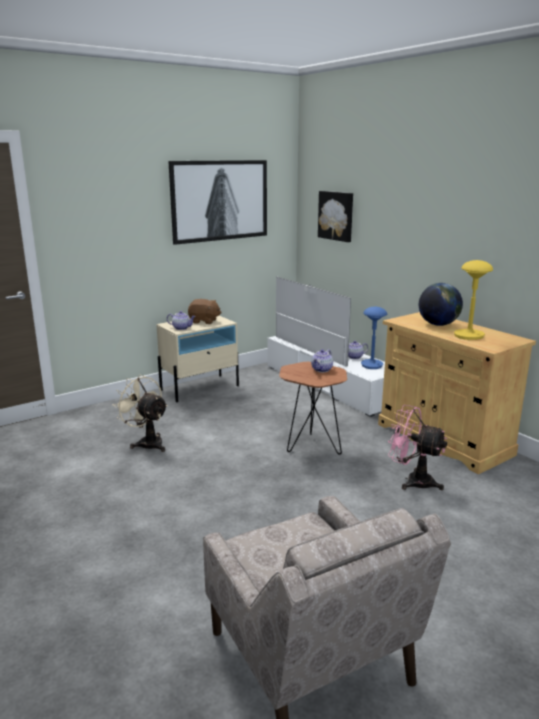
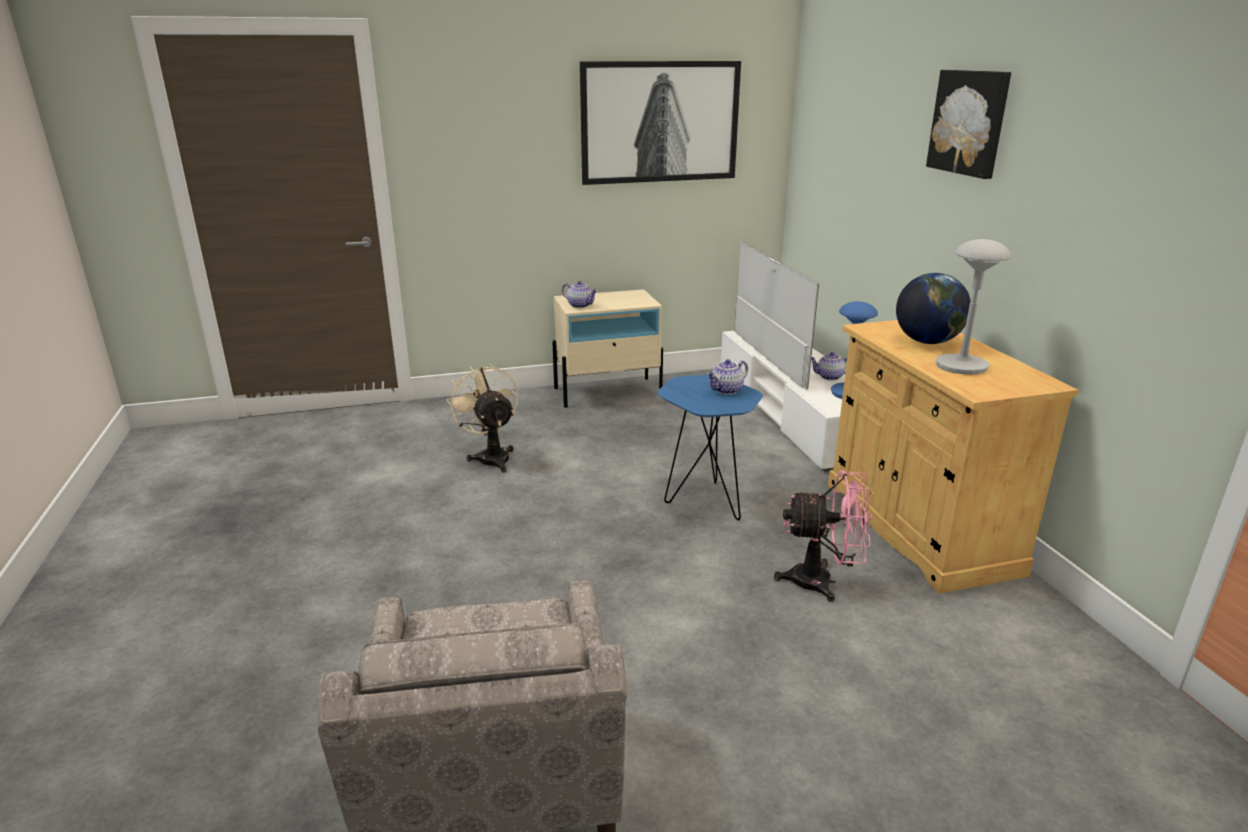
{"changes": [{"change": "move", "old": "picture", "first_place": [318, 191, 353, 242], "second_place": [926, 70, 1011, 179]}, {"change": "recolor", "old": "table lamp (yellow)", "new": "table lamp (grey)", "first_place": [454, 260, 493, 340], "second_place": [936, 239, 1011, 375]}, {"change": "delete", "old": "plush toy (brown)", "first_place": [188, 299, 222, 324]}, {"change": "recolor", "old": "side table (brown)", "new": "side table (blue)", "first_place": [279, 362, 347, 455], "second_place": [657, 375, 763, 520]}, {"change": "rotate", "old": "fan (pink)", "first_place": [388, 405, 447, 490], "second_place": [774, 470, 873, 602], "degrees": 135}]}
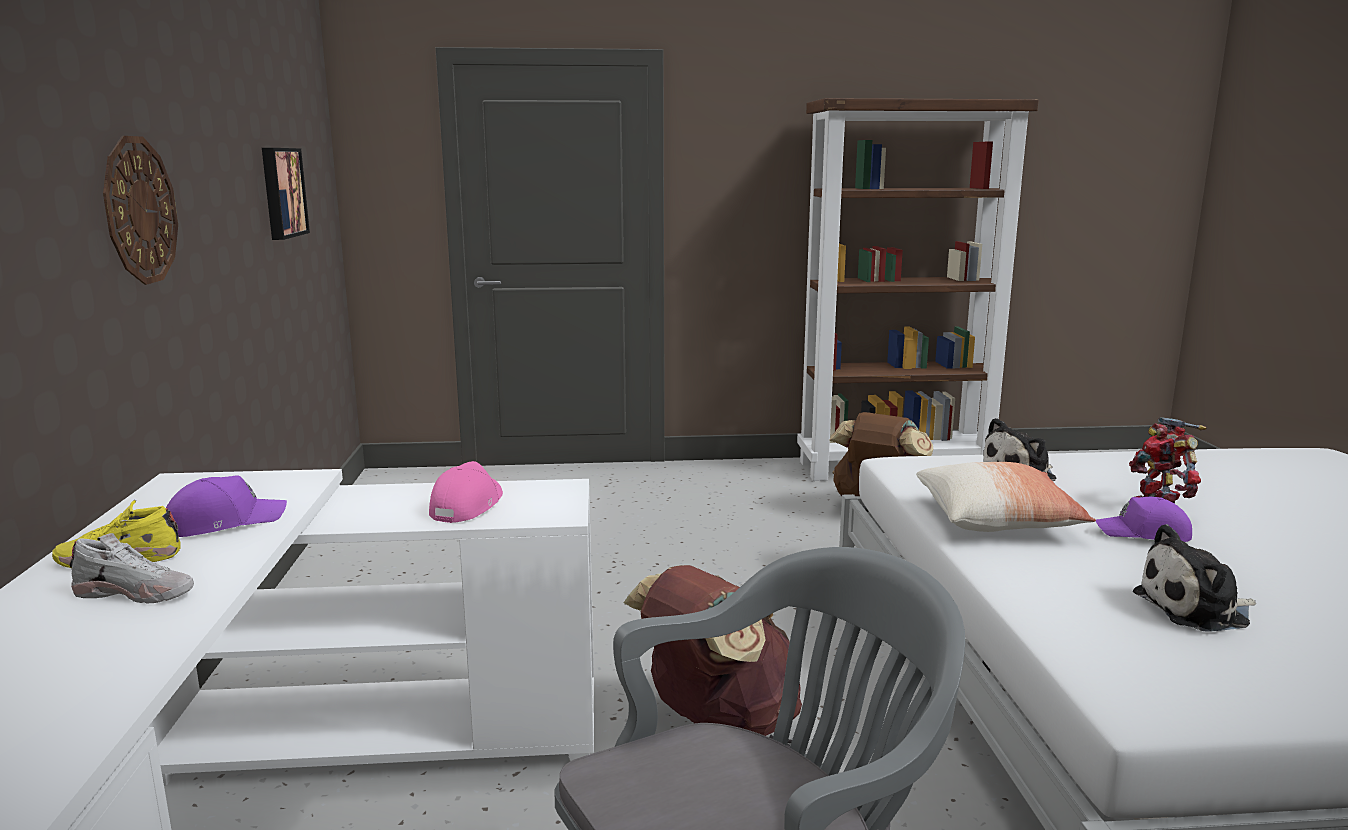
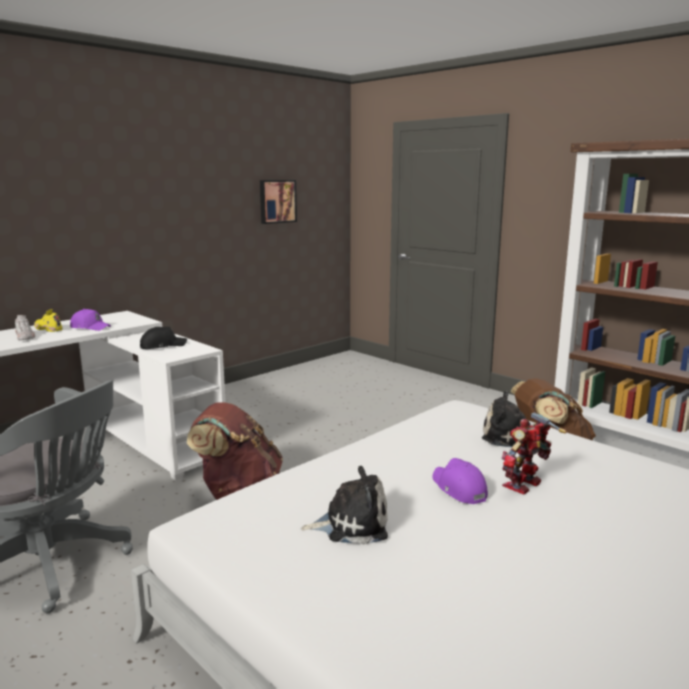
{"changes": [{"change": "delete", "old": "wall clock", "first_place": [103, 136, 178, 285]}, {"change": "recolor", "old": "cap (pink)", "new": "cap (black)", "first_place": [429, 461, 503, 523], "second_place": [140, 327, 187, 349]}, {"change": "delete", "old": "pillow", "first_place": [916, 462, 1096, 532]}, {"change": "rotate", "old": "plush toy", "first_place": [1133, 524, 1256, 632], "second_place": [301, 466, 388, 545], "degrees": 135}]}
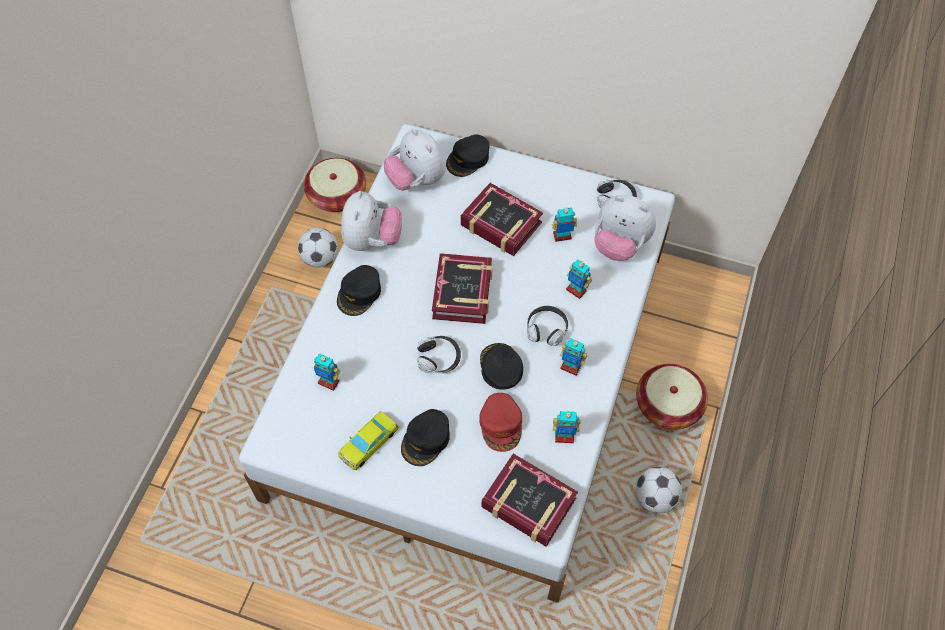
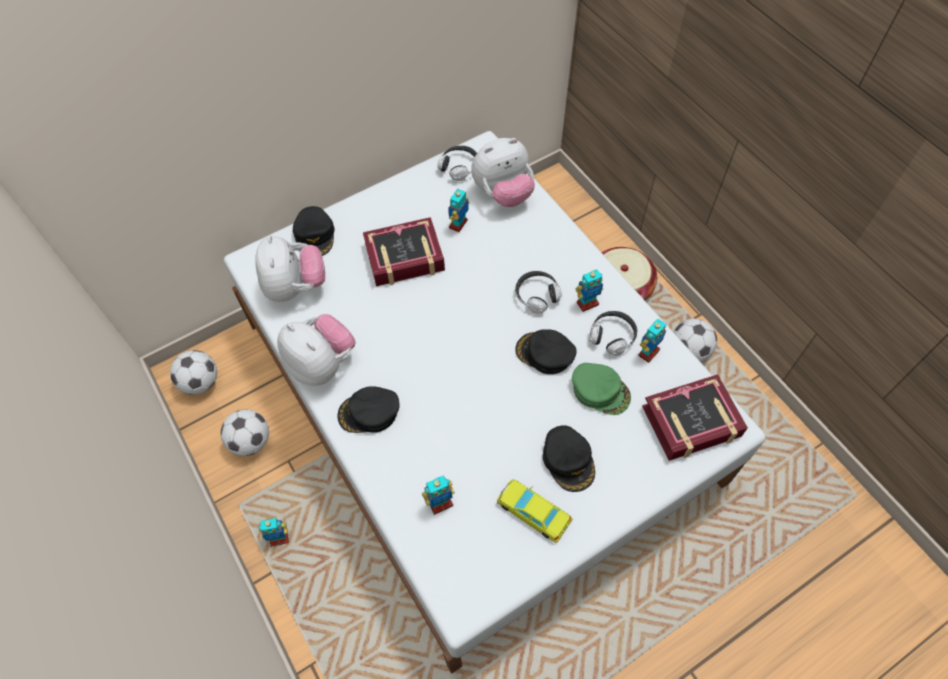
{"changes": [{"change": "rotate", "old": "plush toy", "first_place": [384, 129, 446, 190], "second_place": [255, 235, 325, 302], "degrees": -105}, {"change": "replace", "old": "basket", "new": "football", "first_place": [304, 158, 366, 212], "second_place": [170, 350, 217, 395]}, {"change": "delete", "old": "book", "first_place": [432, 253, 493, 324]}, {"change": "move", "old": "toy robot", "first_place": [566, 260, 592, 299], "second_place": [258, 518, 289, 546]}, {"change": "rotate", "old": "cap (black)", "first_place": [337, 265, 381, 316], "second_place": [338, 386, 400, 433], "degrees": 105}, {"change": "move", "old": "headphones", "first_place": [417, 336, 461, 373], "second_place": [589, 311, 637, 356]}, {"change": "recolor", "old": "cap (red)", "new": "cap (green)", "first_place": [479, 393, 522, 452], "second_place": [572, 363, 631, 415]}, {"change": "rotate", "old": "toy car (yellow)", "first_place": [338, 411, 399, 470], "second_place": [497, 479, 572, 543], "degrees": 135}]}
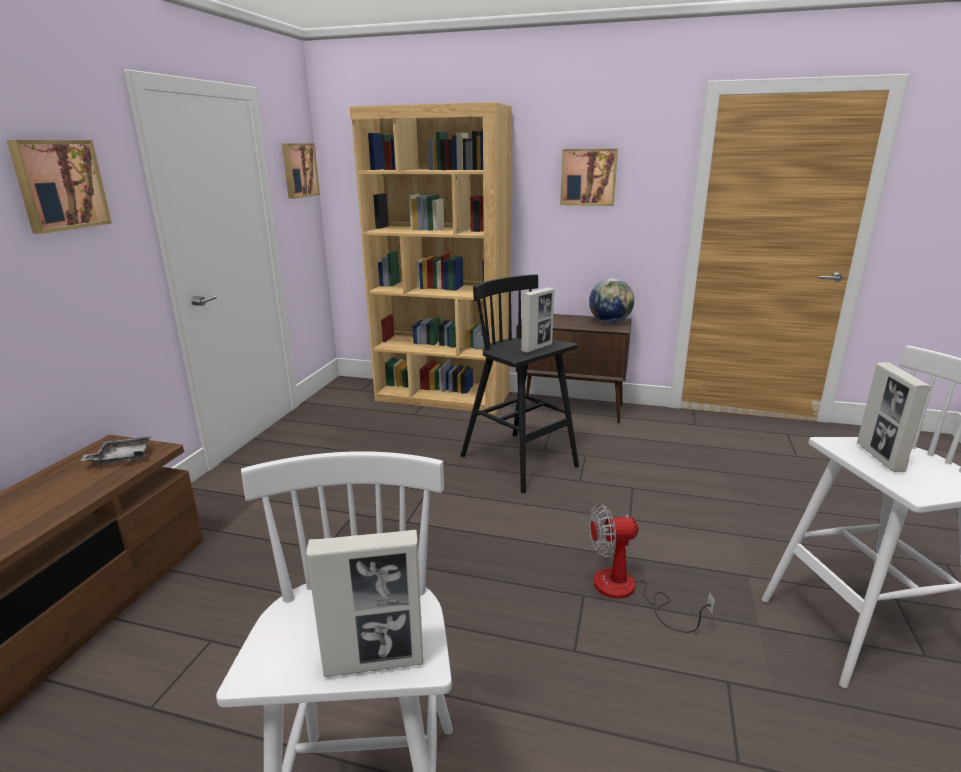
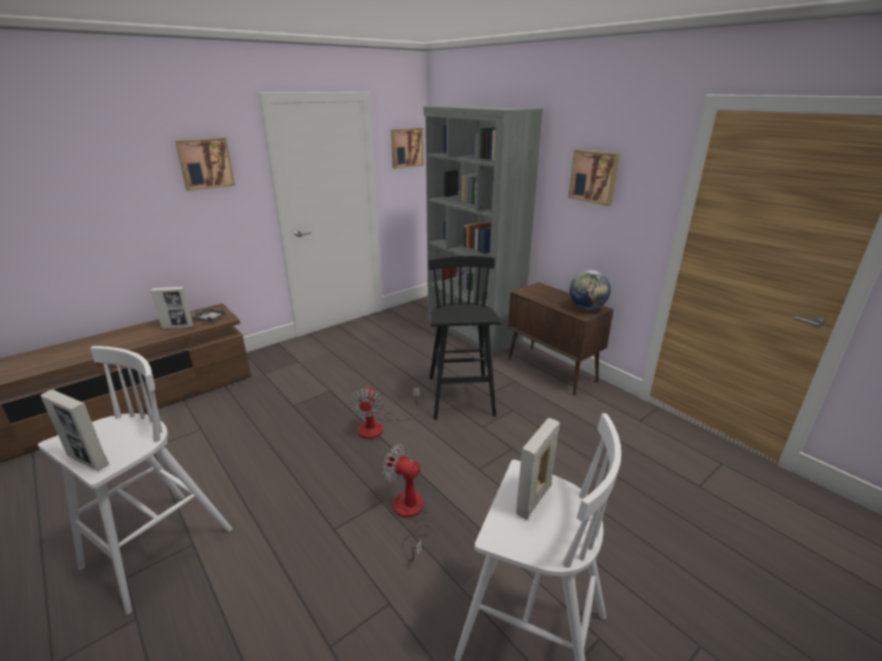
{"changes": [{"change": "recolor", "old": "bookcase (brown)", "new": "bookcase (grey)", "first_place": [349, 102, 512, 415], "second_place": [424, 105, 543, 356]}, {"change": "move", "old": "picture frame", "first_place": [521, 287, 554, 353], "second_place": [151, 287, 193, 329]}, {"change": "insert", "new": "fan", "second_place": [349, 386, 420, 439]}]}
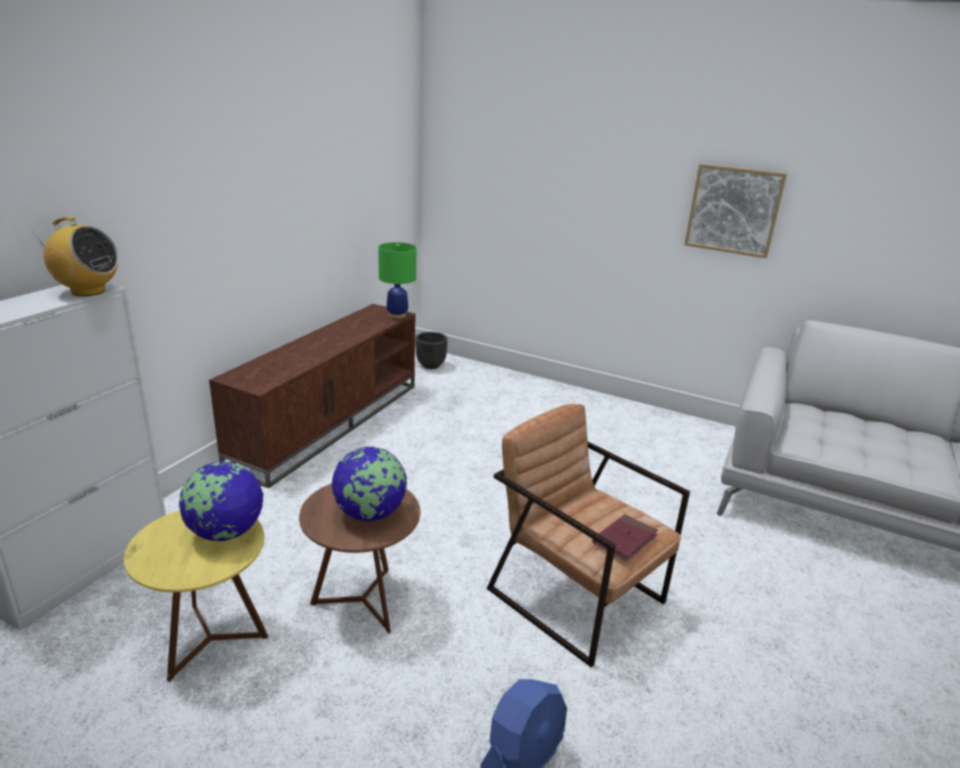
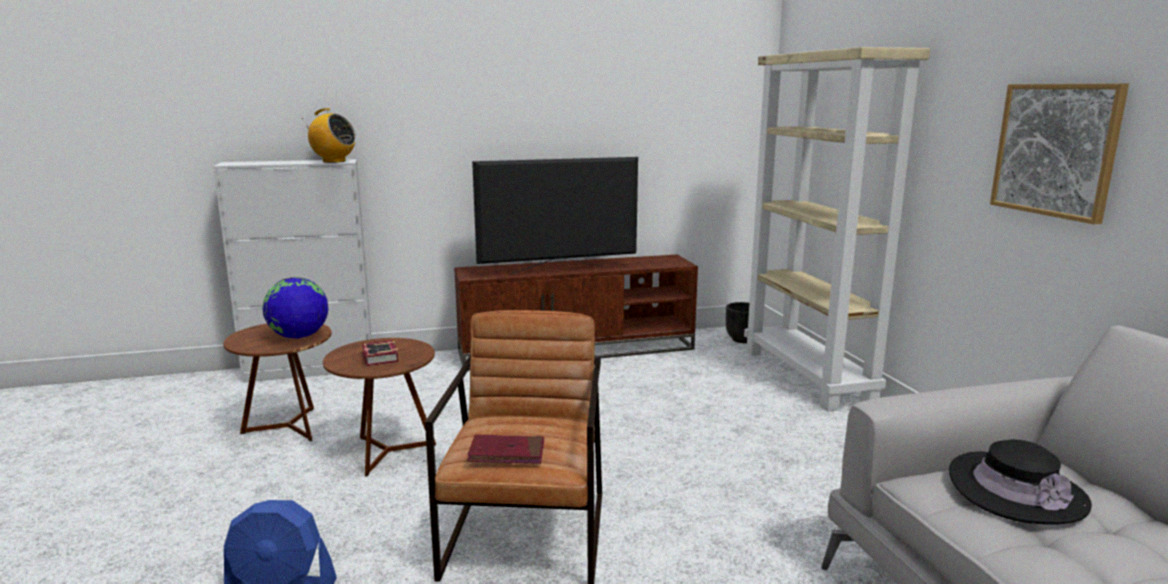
{"changes": [{"change": "rotate", "old": "radio", "first_place": [34, 217, 119, 296], "second_place": [302, 108, 356, 163], "degrees": -45}, {"change": "delete", "old": "table lamp (green)", "first_place": [378, 242, 417, 318]}, {"change": "replace", "old": "globe", "new": "book", "first_place": [332, 447, 407, 521], "second_place": [362, 340, 399, 366]}, {"change": "recolor", "old": "side table (yellow)", "new": "side table (brown)", "first_place": [124, 510, 268, 682], "second_place": [223, 324, 332, 441]}, {"change": "insert", "new": "bookcase (beige)", "second_place": [744, 47, 930, 411]}, {"change": "insert", "new": "television", "second_place": [472, 157, 638, 274]}, {"change": "insert", "new": "hat (black)", "second_place": [949, 439, 1092, 525]}]}
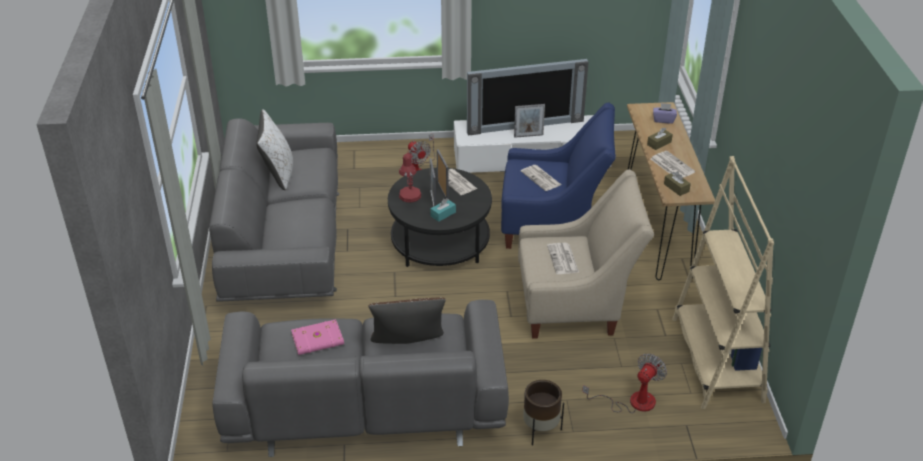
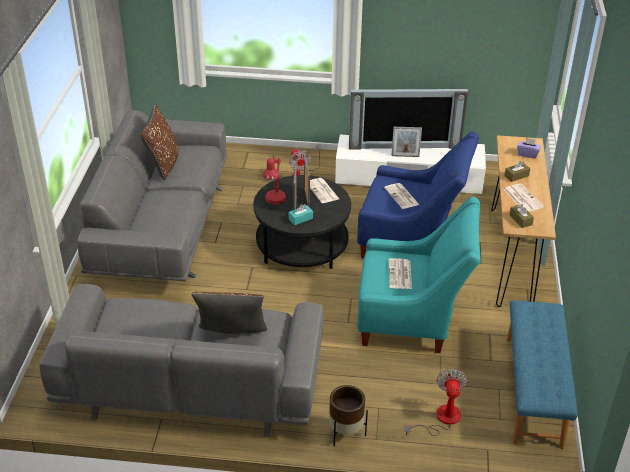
{"changes": [{"change": "recolor", "old": "pillow (white)", "new": "pillow (brown)", "first_place": [256, 109, 293, 190], "second_place": [140, 104, 179, 180]}, {"change": "replace", "old": "bookcase (beige)", "new": "bench (blue)", "first_place": [672, 156, 774, 409], "second_place": [507, 300, 578, 449]}, {"change": "recolor", "old": "armchair (beige)", "new": "armchair (turquoise)", "first_place": [518, 169, 654, 339], "second_place": [357, 197, 481, 353]}, {"change": "delete", "old": "book (pink)", "first_place": [291, 319, 344, 355]}, {"change": "rotate", "old": "fan", "first_place": [582, 353, 667, 413], "second_place": [404, 369, 468, 436], "degrees": -45}]}
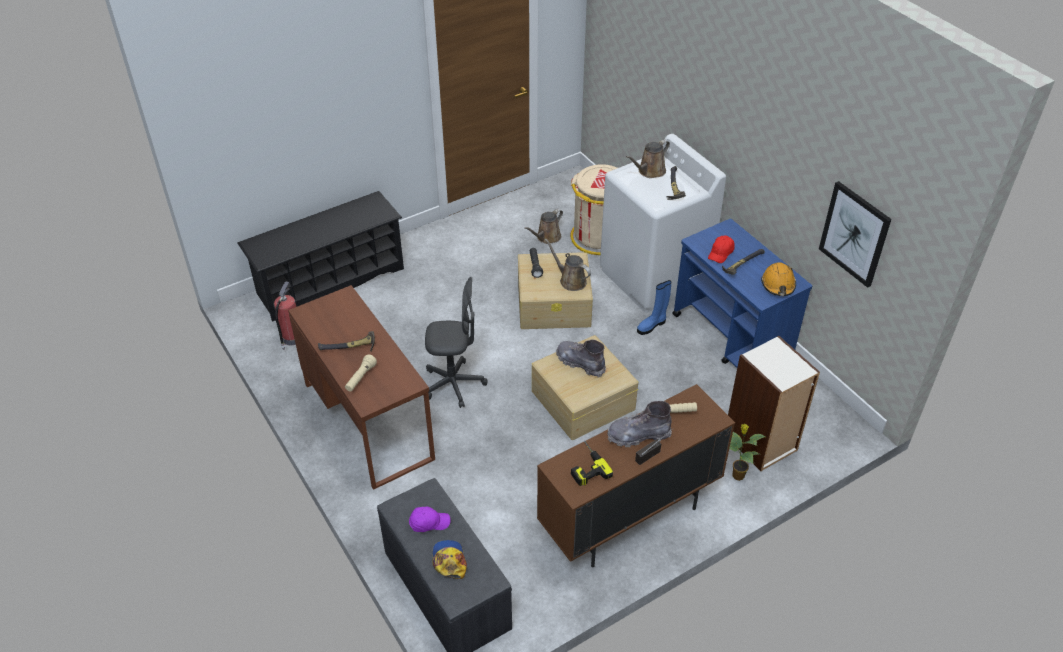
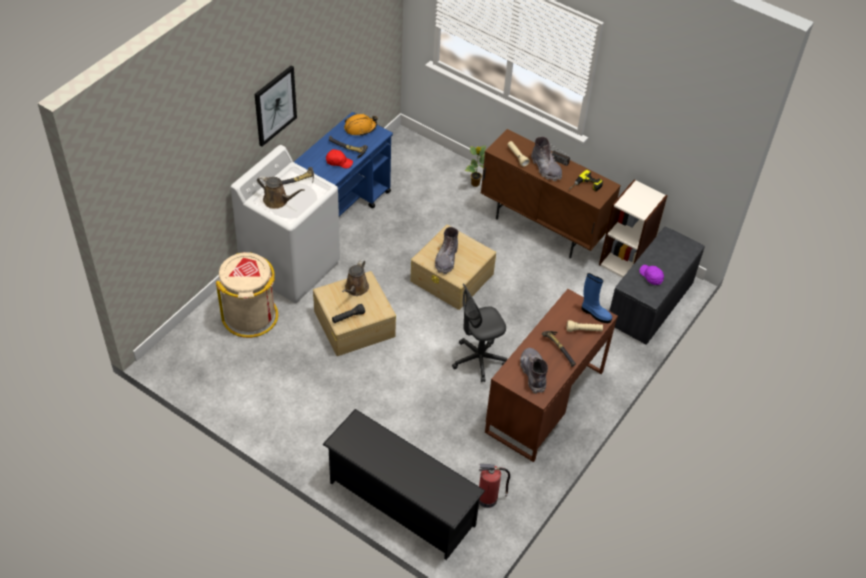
{"changes": [{"change": "move", "old": "picture", "first_place": [819, 181, 891, 288], "second_place": [255, 66, 297, 146]}, {"change": "delete", "old": "watering can (brown)", "first_place": [524, 209, 563, 244]}, {"change": "rotate", "old": "office chair (grey)", "first_place": [425, 277, 488, 408], "second_place": [452, 284, 507, 382], "degrees": -90}, {"change": "move", "old": "boot (blue)", "first_place": [637, 280, 672, 335], "second_place": [582, 273, 612, 323]}, {"change": "move", "old": "bookcase", "first_place": [728, 336, 820, 471], "second_place": [599, 179, 667, 277]}, {"change": "delete", "old": "cap", "first_place": [432, 540, 467, 579]}, {"change": "insert", "new": "boot (grey)", "second_place": [520, 348, 548, 394]}]}
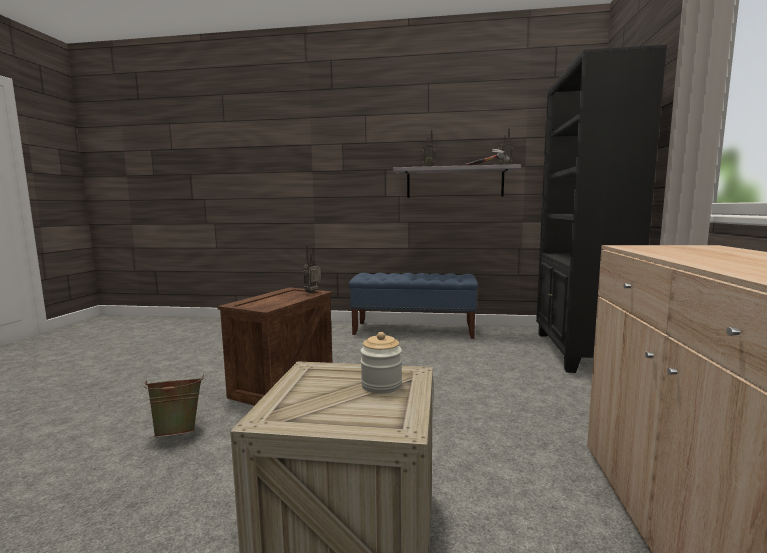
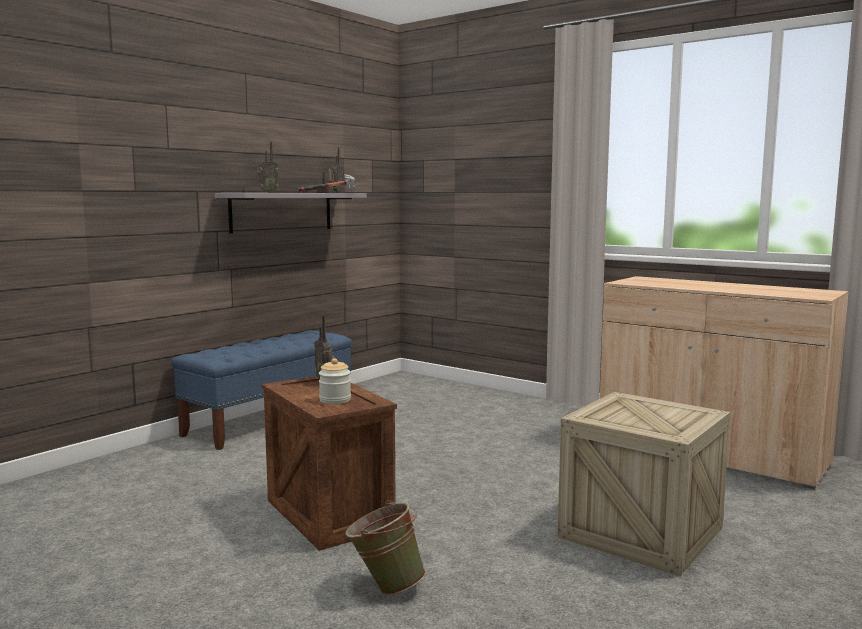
{"changes": [{"change": "delete", "old": "bookcase (black)", "first_place": [536, 45, 667, 373]}, {"change": "move", "old": "jar", "first_place": [360, 332, 402, 394], "second_place": [319, 358, 351, 404]}]}
